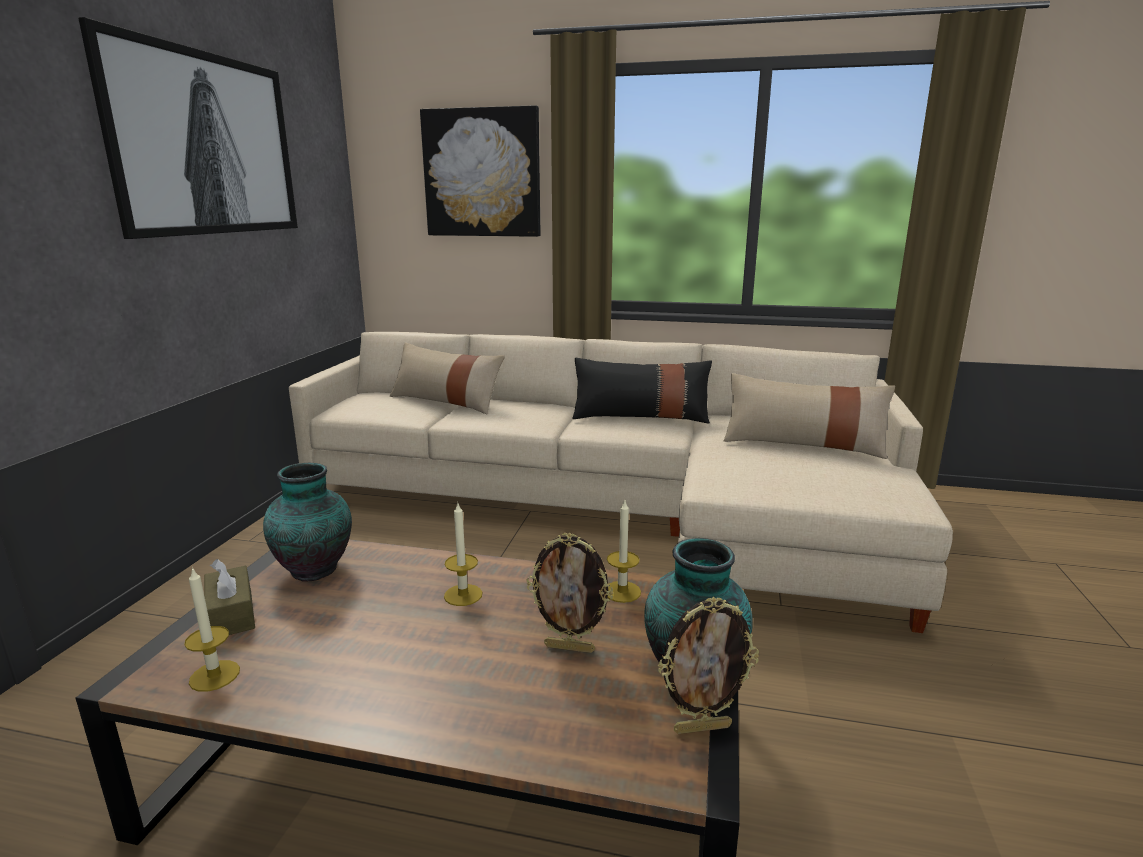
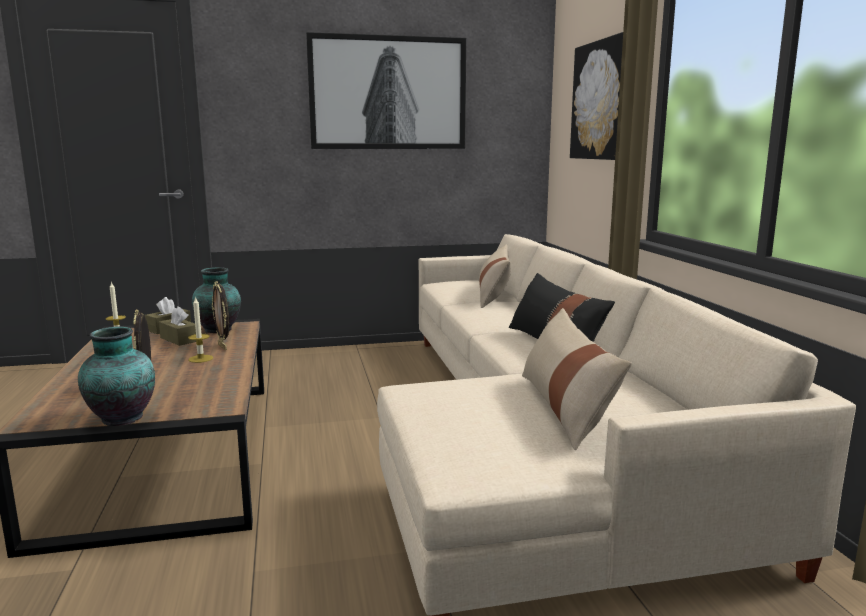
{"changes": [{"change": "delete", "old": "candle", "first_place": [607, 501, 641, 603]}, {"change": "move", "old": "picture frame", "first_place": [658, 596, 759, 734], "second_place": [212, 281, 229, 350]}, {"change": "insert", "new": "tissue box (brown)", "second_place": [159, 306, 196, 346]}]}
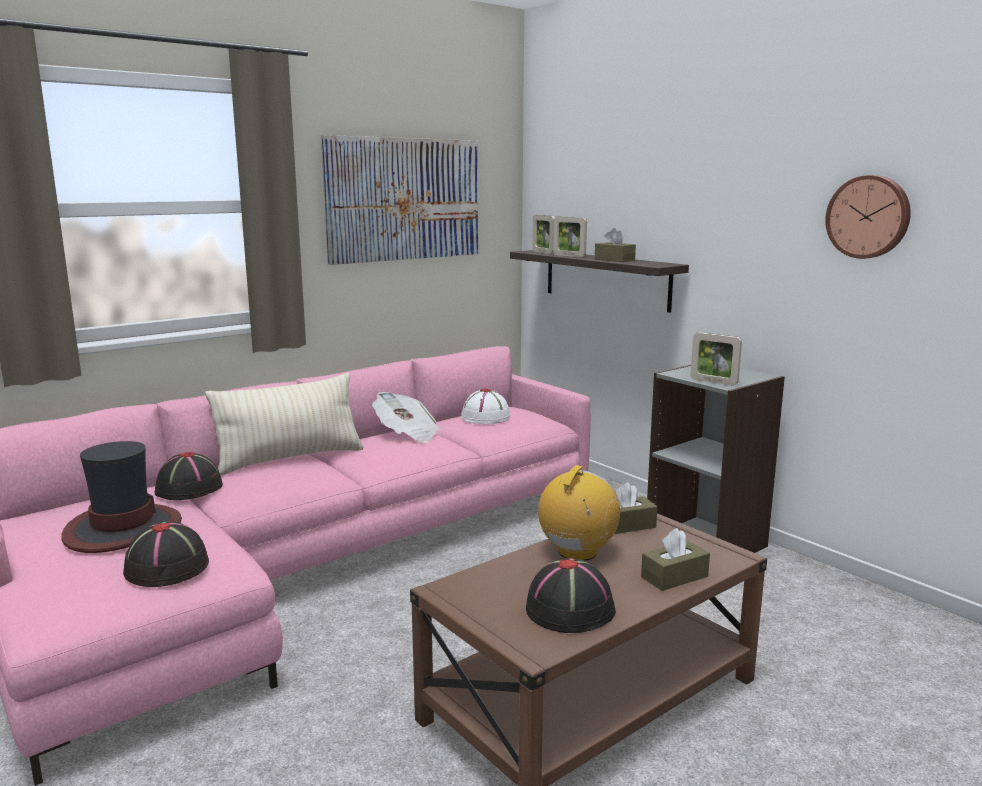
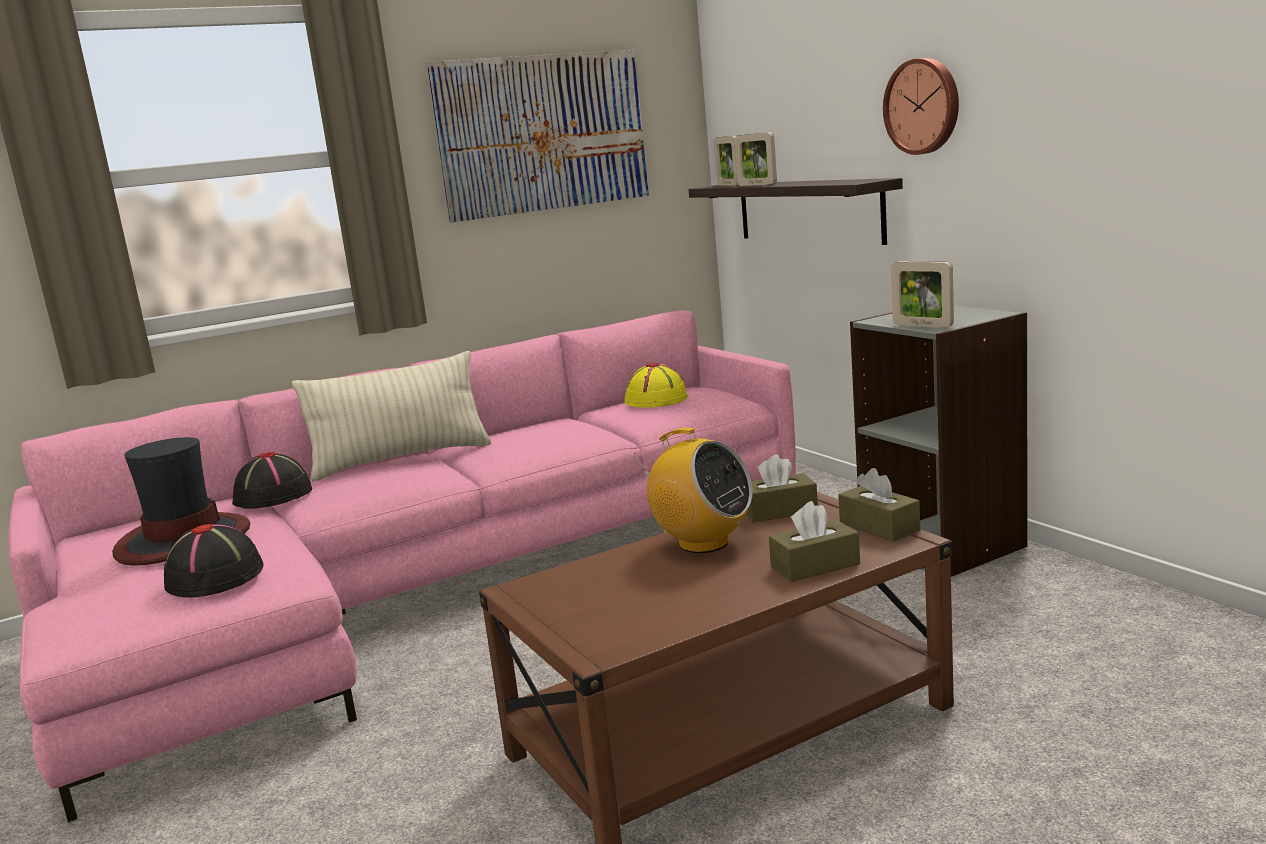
{"changes": [{"change": "move", "old": "wall clock", "first_place": [825, 175, 911, 259], "second_place": [883, 58, 959, 155]}, {"change": "move", "old": "tissue box (brown)", "first_place": [595, 228, 636, 262], "second_place": [838, 468, 920, 542]}, {"change": "recolor", "old": "hat (white)", "new": "hat (yellow)", "first_place": [461, 388, 511, 424], "second_place": [625, 363, 688, 408]}, {"change": "delete", "old": "newspaper", "first_place": [372, 392, 440, 443]}, {"change": "rotate", "old": "radio", "first_place": [538, 465, 620, 561], "second_place": [634, 428, 753, 553], "degrees": 90}, {"change": "delete", "old": "hat (black)", "first_place": [526, 558, 616, 633]}]}
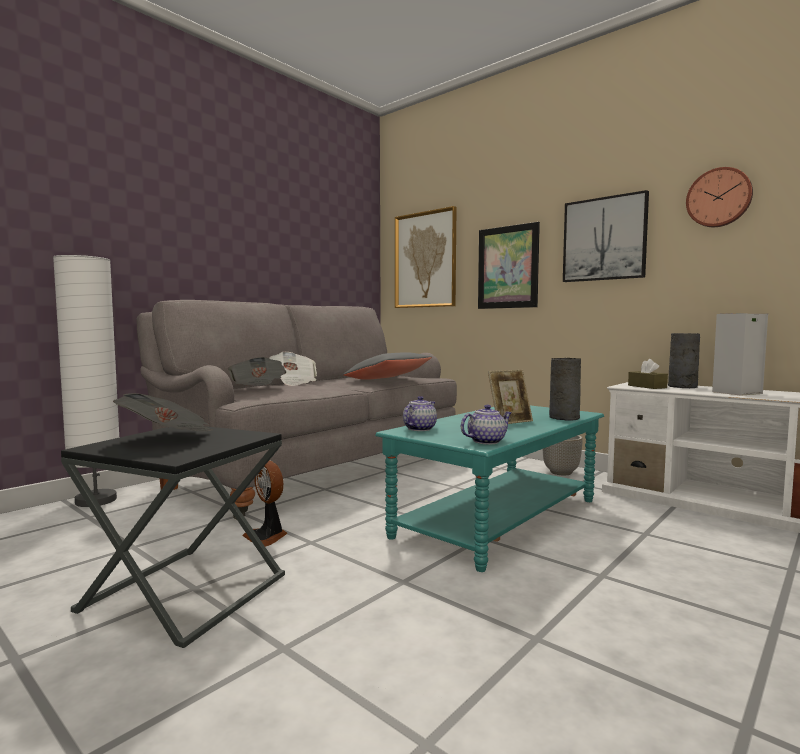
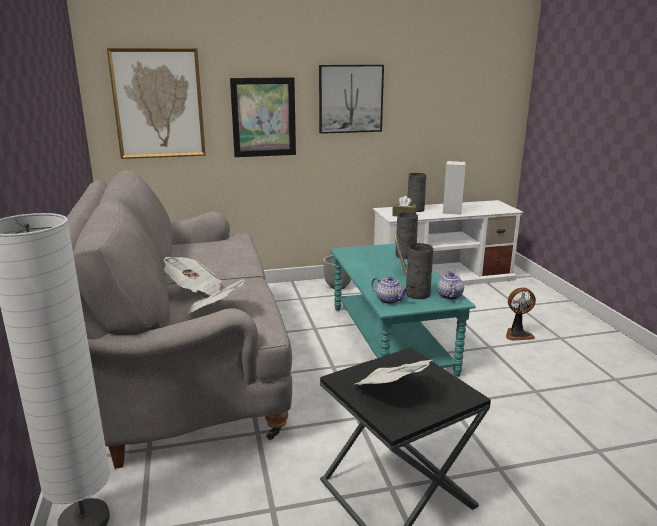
{"changes": [{"change": "delete", "old": "wall clock", "first_place": [686, 167, 753, 227]}, {"change": "delete", "old": "pillow (grey)", "first_place": [343, 352, 432, 380]}, {"change": "rotate", "old": "teapot", "first_place": [403, 396, 437, 431], "second_place": [371, 277, 409, 304], "degrees": 150}, {"change": "move", "old": "fan", "first_place": [242, 460, 288, 547], "second_place": [506, 287, 536, 341]}, {"change": "insert", "new": "vase (grey)", "second_place": [406, 243, 433, 299]}]}
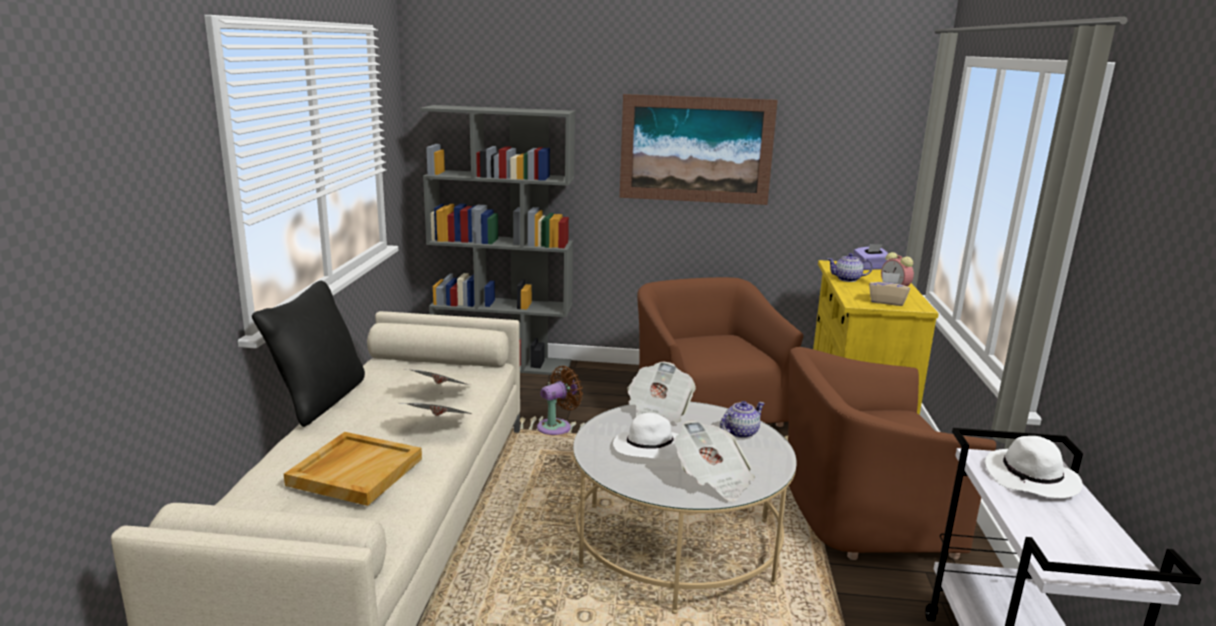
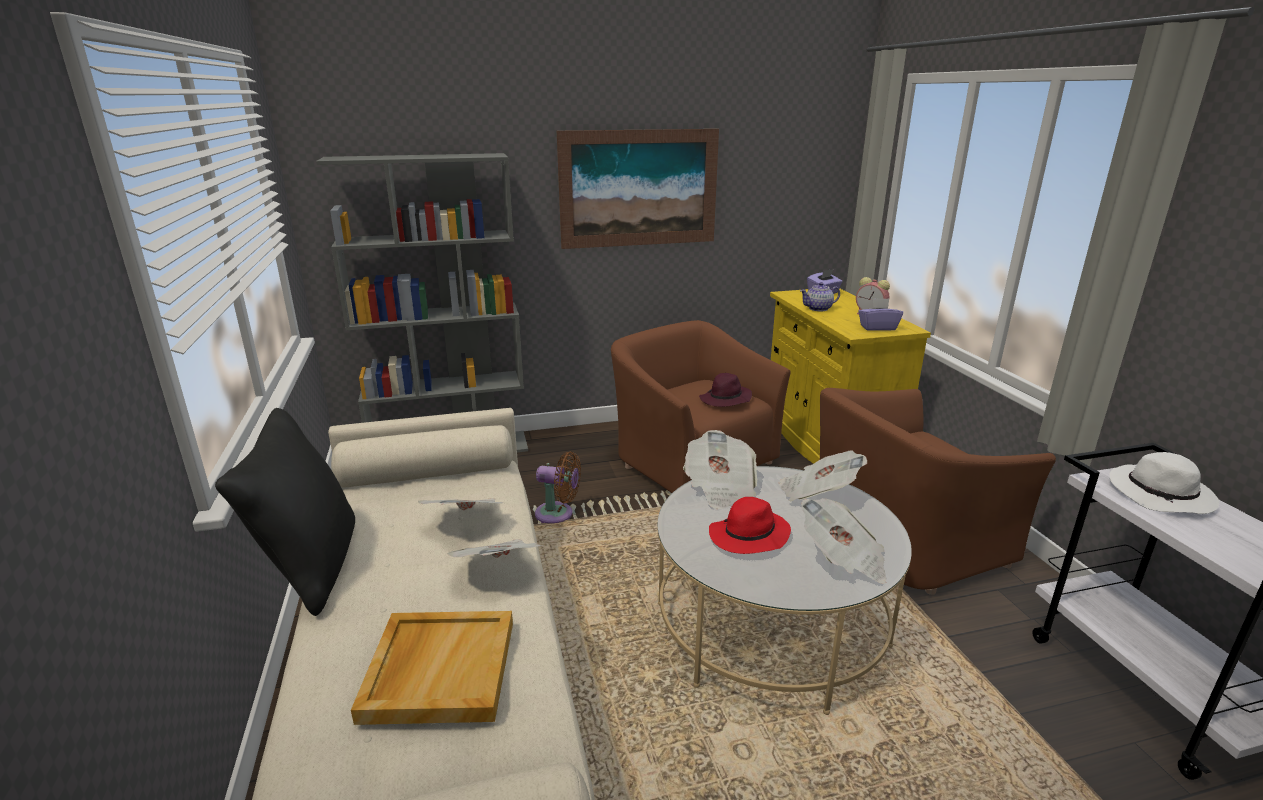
{"changes": [{"change": "recolor", "old": "tissue box (beige)", "new": "tissue box (purple)", "first_place": [869, 272, 910, 306], "second_place": [858, 298, 903, 331]}, {"change": "rotate", "old": "fan (brown)", "first_place": [537, 366, 583, 435], "second_place": [535, 452, 581, 523], "degrees": 75}, {"change": "replace", "old": "teapot", "new": "newspaper", "first_place": [720, 401, 765, 438], "second_place": [779, 450, 867, 501]}, {"change": "recolor", "old": "hat (white)", "new": "hat (red)", "first_place": [613, 413, 679, 460], "second_place": [709, 497, 791, 554]}, {"change": "insert", "new": "hat (purple)", "second_place": [699, 373, 752, 407]}]}
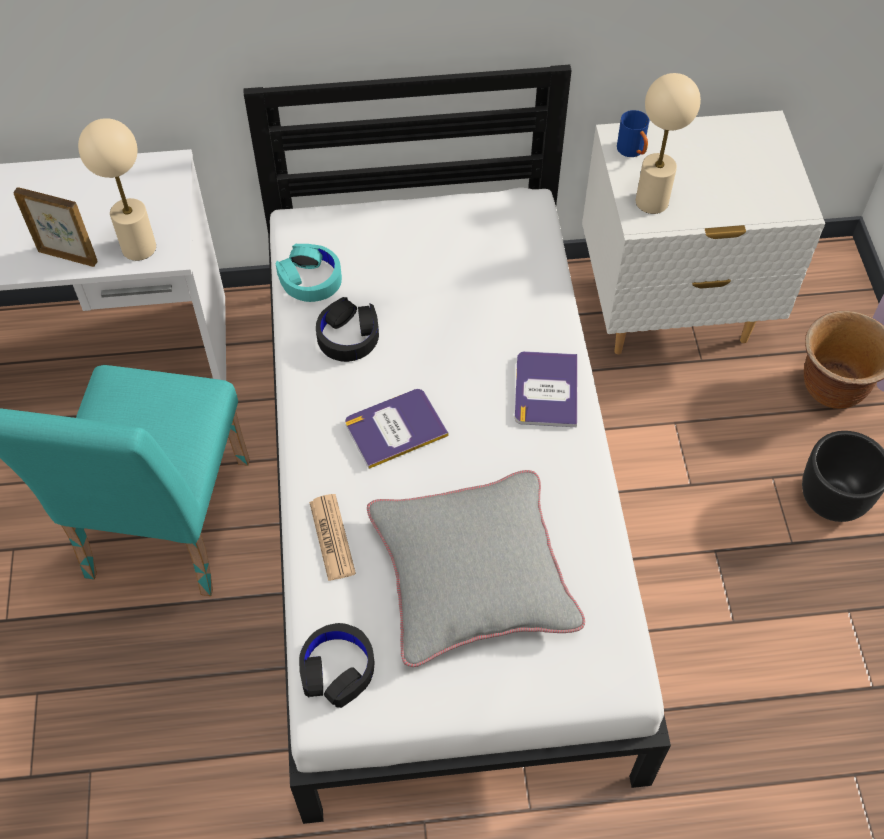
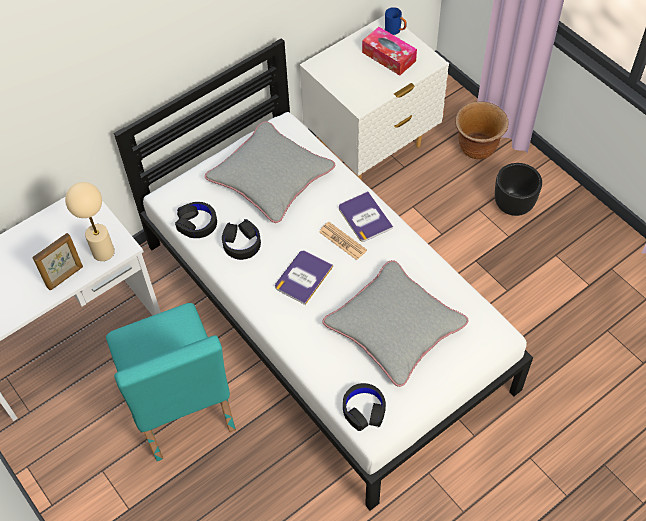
{"changes": [{"change": "delete", "old": "table lamp (beige)", "first_place": [636, 73, 701, 214]}, {"change": "move", "old": "mug (blue)", "first_place": [617, 110, 649, 157], "second_place": [385, 7, 407, 35]}, {"change": "rotate", "old": "picture frame", "first_place": [13, 188, 98, 267], "second_place": [32, 233, 83, 290], "degrees": 150}, {"change": "recolor", "old": "headphones (turquoise)", "new": "headphones (black)", "first_place": [275, 244, 342, 302], "second_place": [175, 202, 217, 238]}, {"change": "move", "old": "newspaper", "first_place": [309, 494, 356, 581], "second_place": [319, 222, 367, 260]}, {"change": "insert", "new": "tissue box", "second_place": [362, 27, 417, 76]}, {"change": "insert", "new": "pillow (grey)", "second_place": [205, 121, 335, 223]}]}
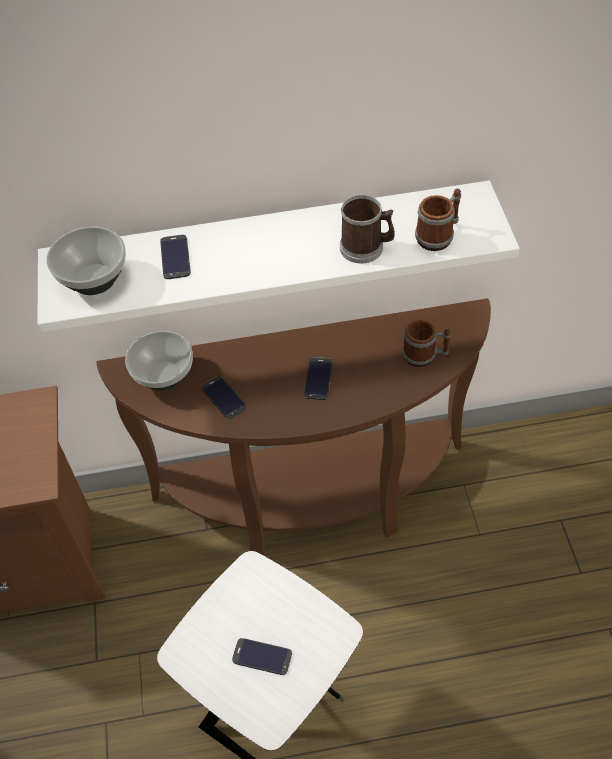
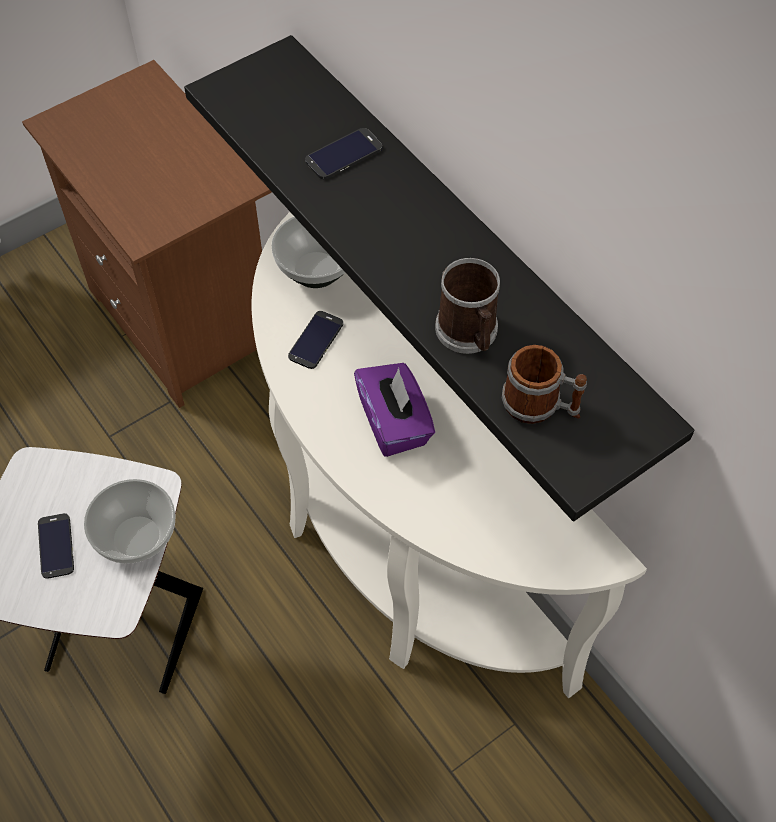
{"changes": [{"change": "recolor", "old": "shelf (white)", "new": "shelf (black)", "first_place": [37, 181, 520, 332], "second_place": [184, 35, 694, 521]}, {"change": "move", "old": "bowl", "first_place": [46, 227, 126, 295], "second_place": [84, 479, 175, 564]}, {"change": "recolor", "old": "console table (brown)", "new": "console table (white)", "first_place": [97, 298, 491, 556], "second_place": [252, 212, 647, 698]}, {"change": "delete", "old": "mug", "first_place": [402, 320, 451, 367]}, {"change": "replace", "old": "phone", "new": "tissue box (purple)", "first_place": [304, 357, 333, 400], "second_place": [354, 363, 435, 457]}]}
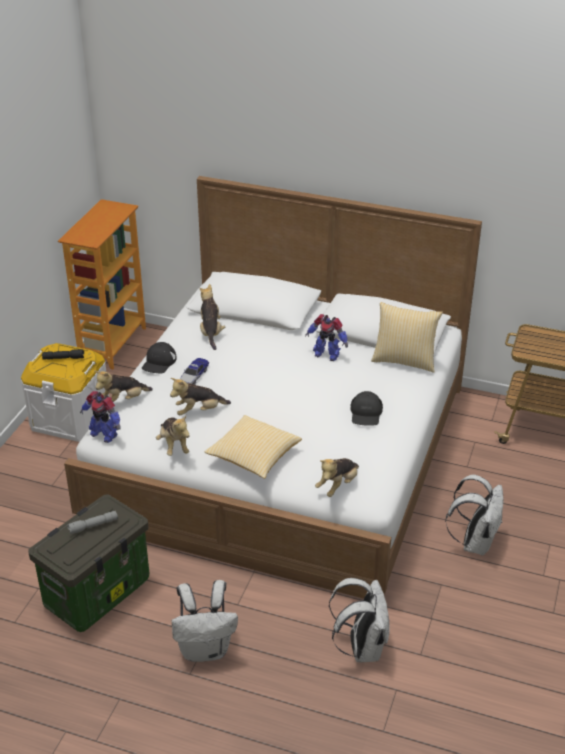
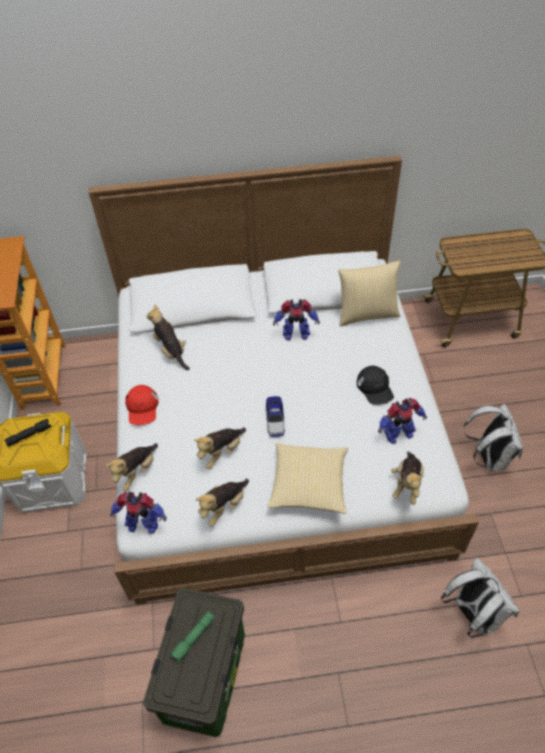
{"changes": [{"change": "recolor", "old": "cap (black)", "new": "cap (red)", "first_place": [142, 342, 177, 374], "second_place": [125, 385, 159, 425]}, {"change": "move", "old": "toy car", "first_place": [180, 358, 209, 385], "second_place": [266, 396, 285, 437]}, {"change": "rotate", "old": "plush toy", "first_place": [156, 416, 190, 456], "second_place": [196, 479, 249, 526], "degrees": 90}, {"change": "recolor", "old": "flashlight (grey)", "new": "flashlight (green)", "first_place": [67, 511, 118, 534], "second_place": [169, 611, 215, 663]}, {"change": "delete", "old": "backpack (white)", "first_place": [172, 580, 238, 662]}, {"change": "insert", "new": "toy robot", "second_place": [378, 398, 427, 444]}]}
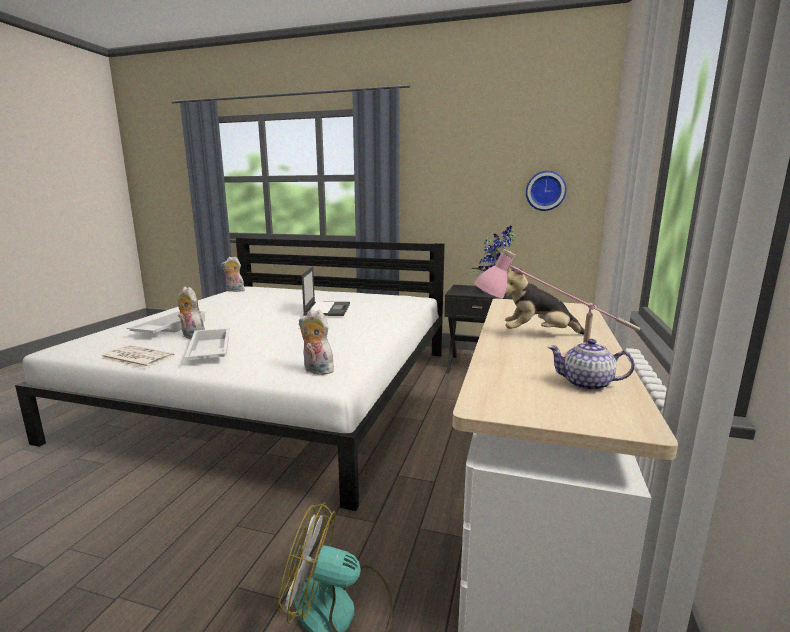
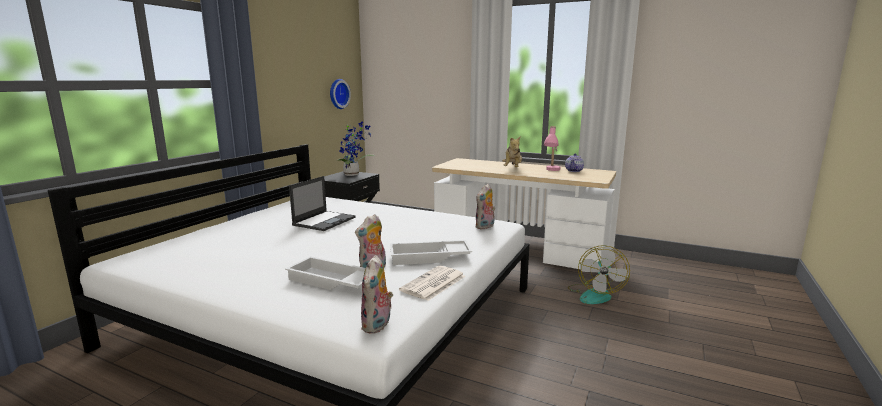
{"changes": [{"change": "move", "old": "plush toy", "first_place": [221, 257, 245, 292], "second_place": [361, 255, 393, 334]}, {"change": "rotate", "old": "laptop", "first_place": [302, 266, 350, 316], "second_place": [289, 176, 356, 231], "degrees": 105}]}
